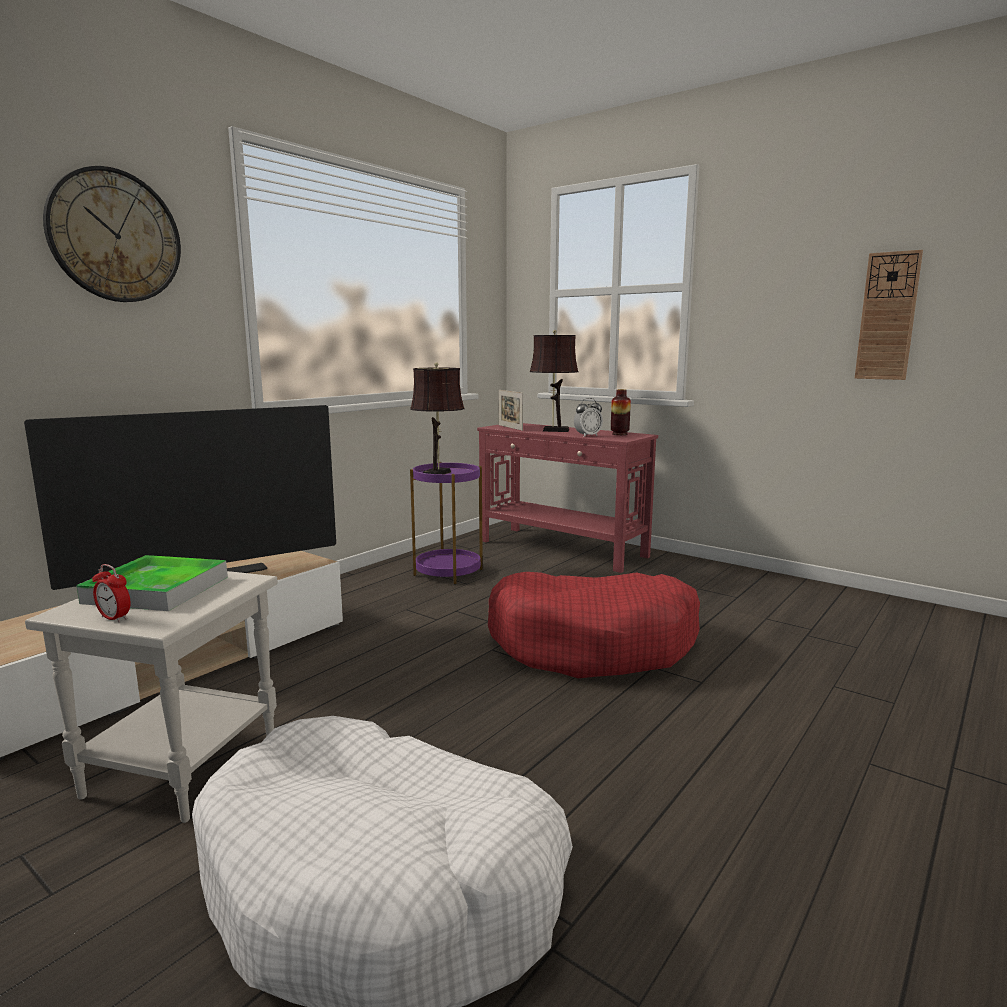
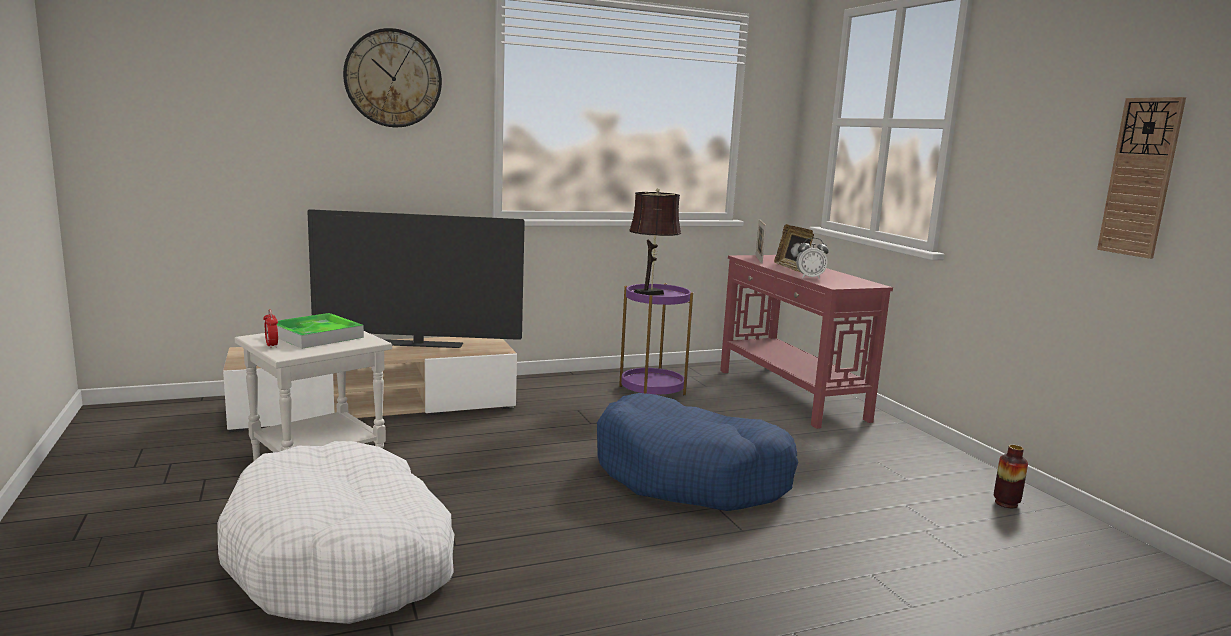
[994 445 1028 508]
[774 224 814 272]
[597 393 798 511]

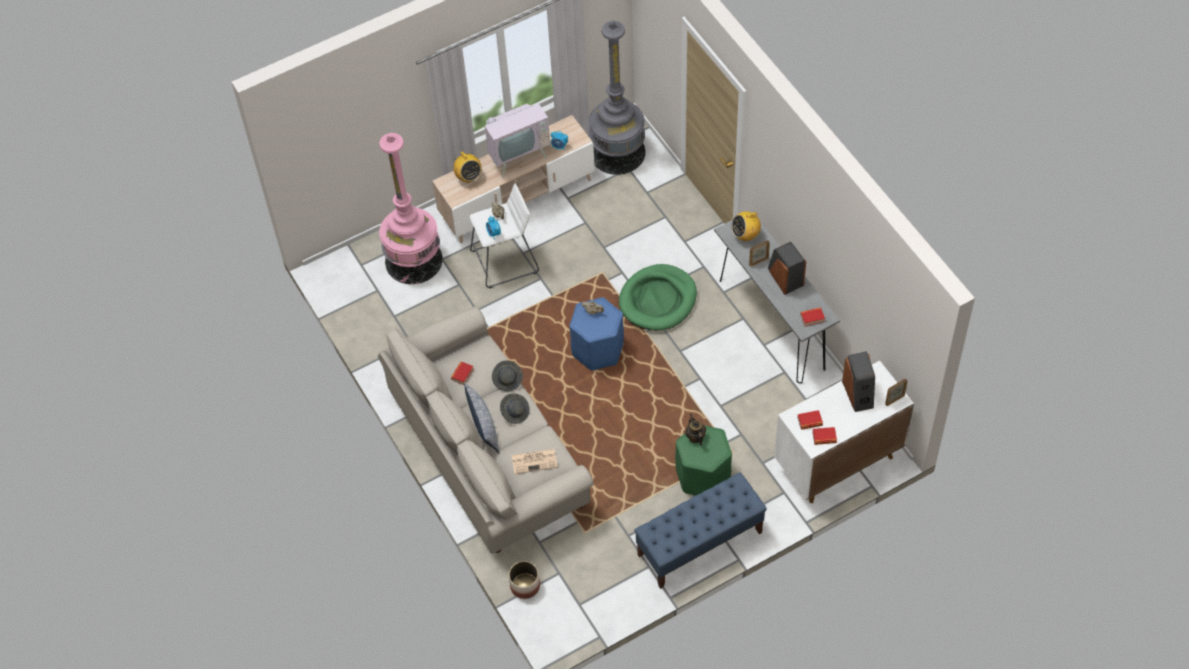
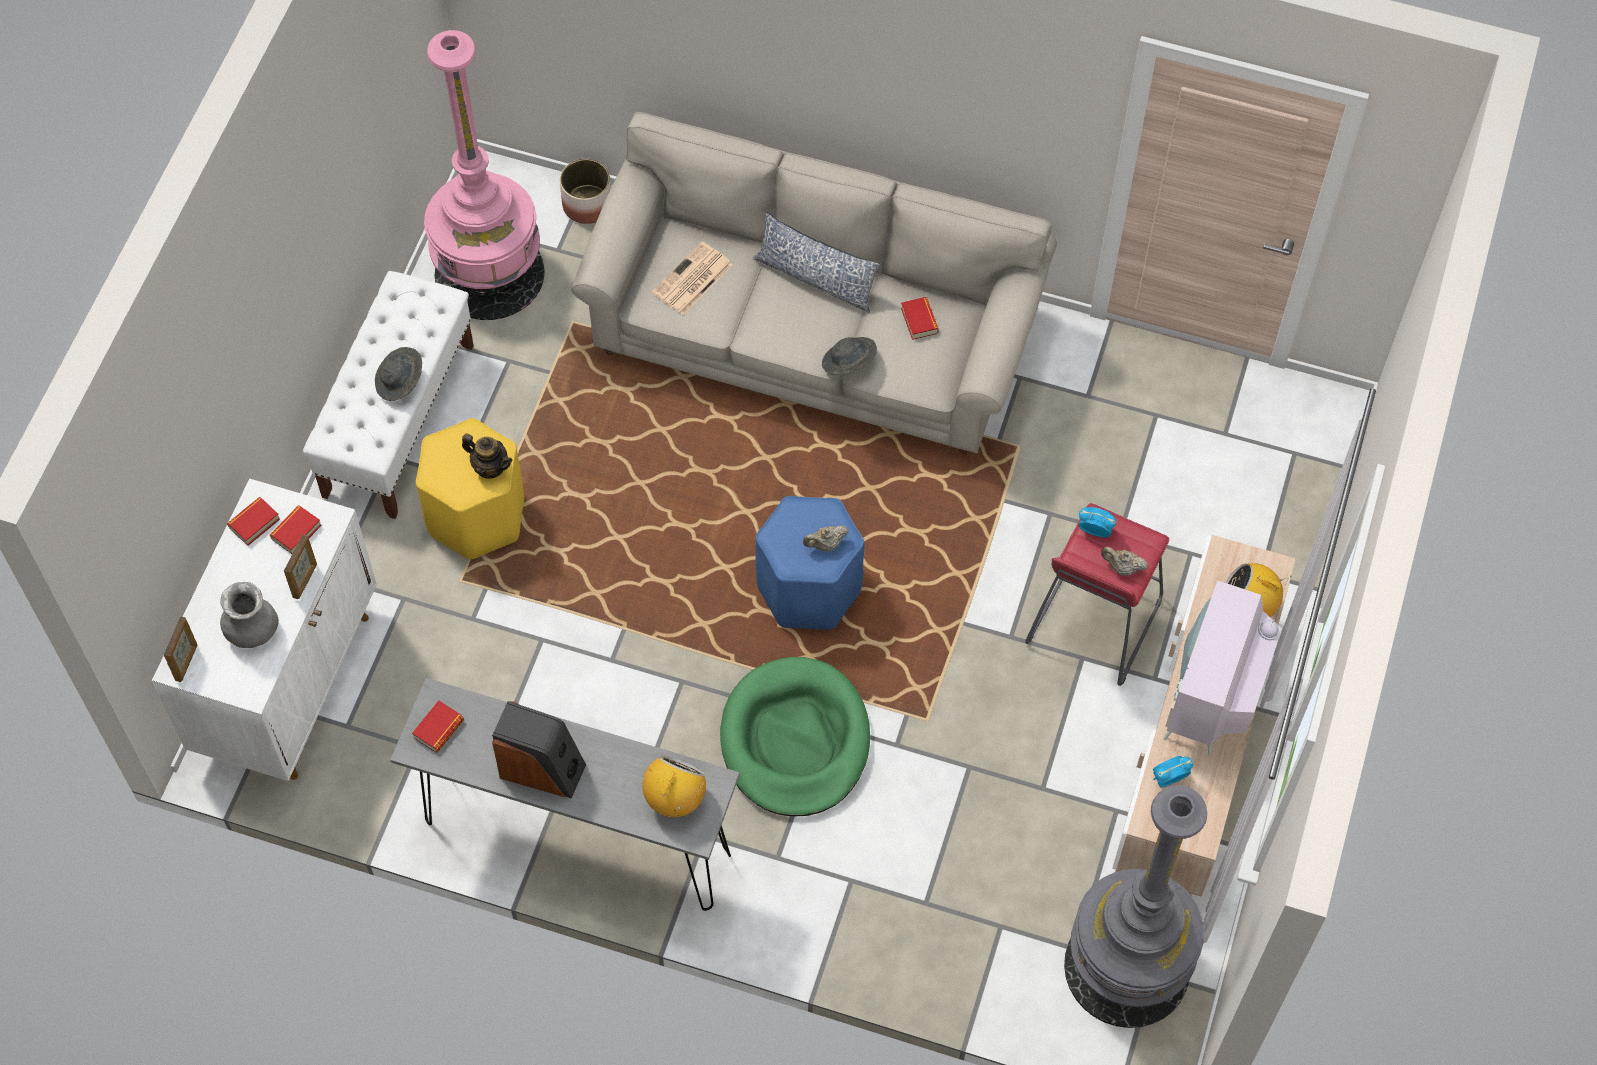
[424 30 545 320]
[375 347 422 401]
[284 534 317 599]
[220 582 279 648]
[1025 503 1169 686]
[303 271 474 519]
[416 418 524 559]

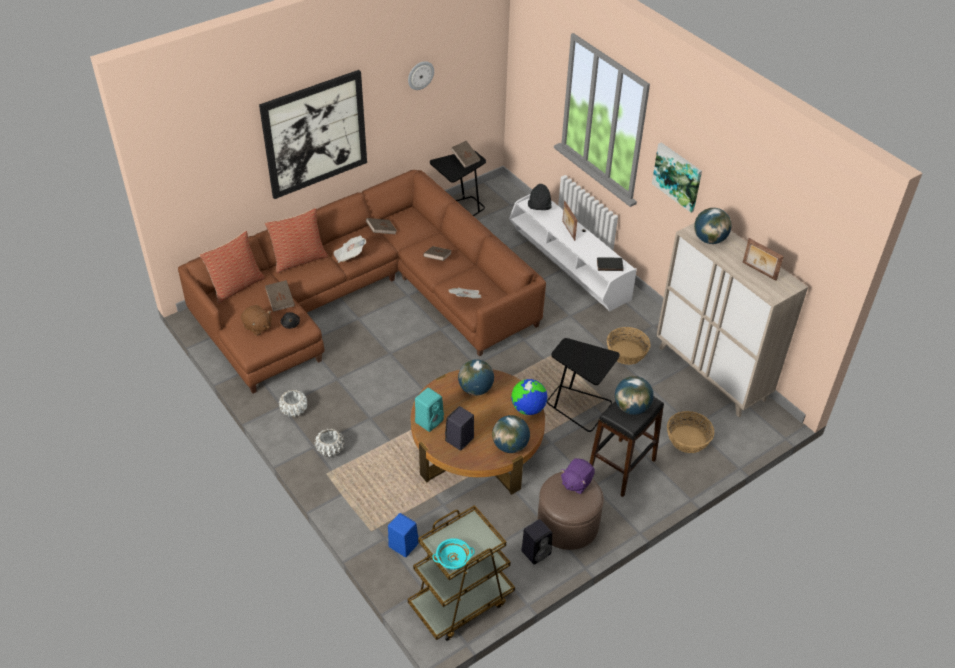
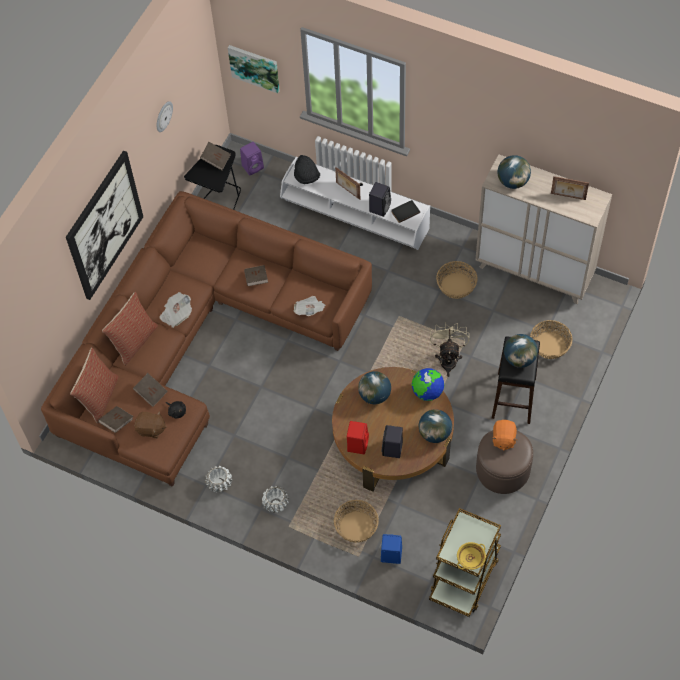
[240 142 264 175]
[334 500 379 543]
[98 406 133 433]
[369 182 391 217]
[228 45 280 93]
[430 323 469 377]
[347 421 369 454]
[457 542 486 570]
[492 420 517 451]

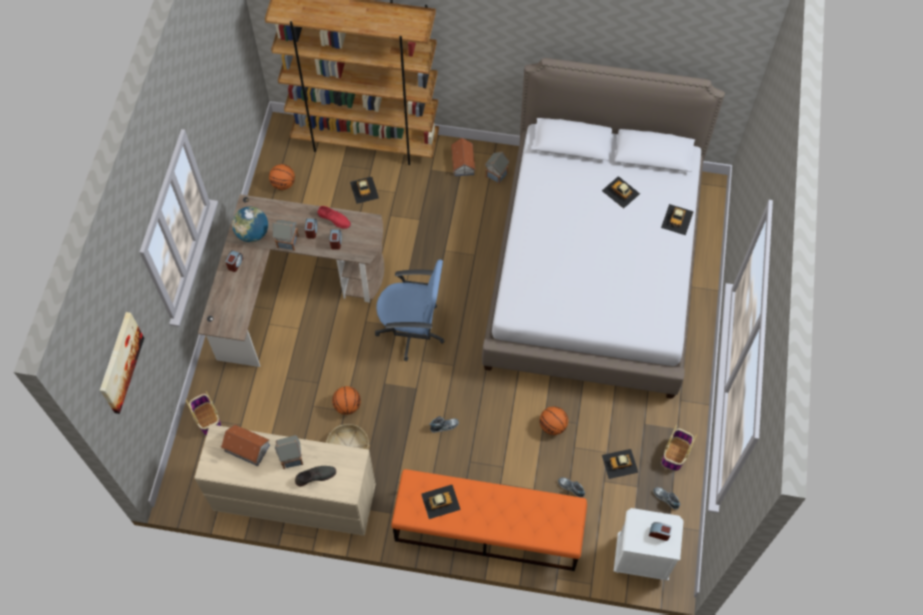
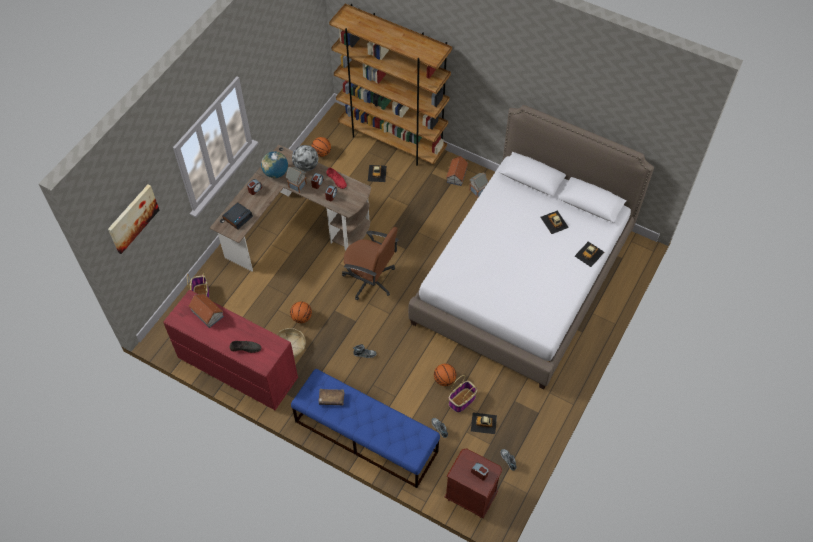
[275 435 303 469] (first image)
[222 202 253 230]
[292 145 318 172]
[449 375 477 413]
[318 389 345 405]
[163 290 298 410]
[342 227 399 300]
[291 369 440 488]
[445 448 502 518]

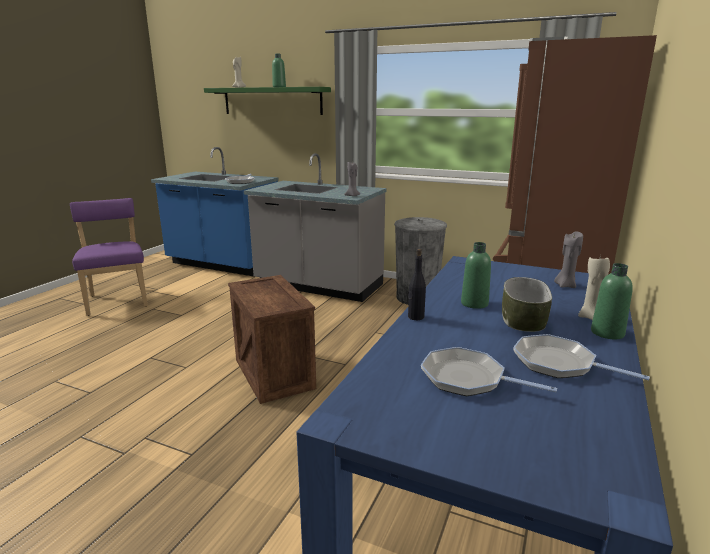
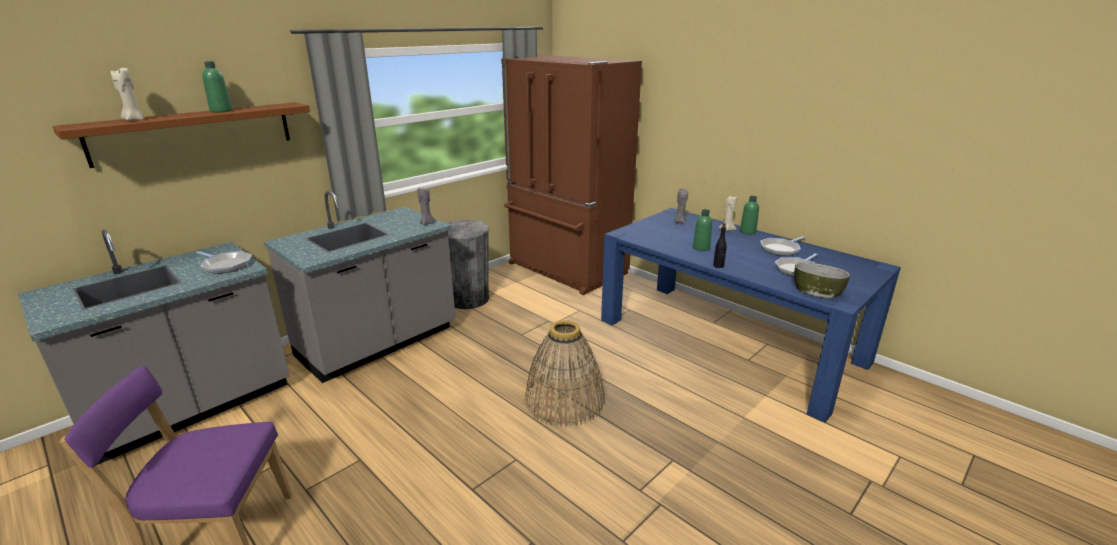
[794 262 850 298]
[525 320 605 427]
[18 230 290 465]
[52 102 310 168]

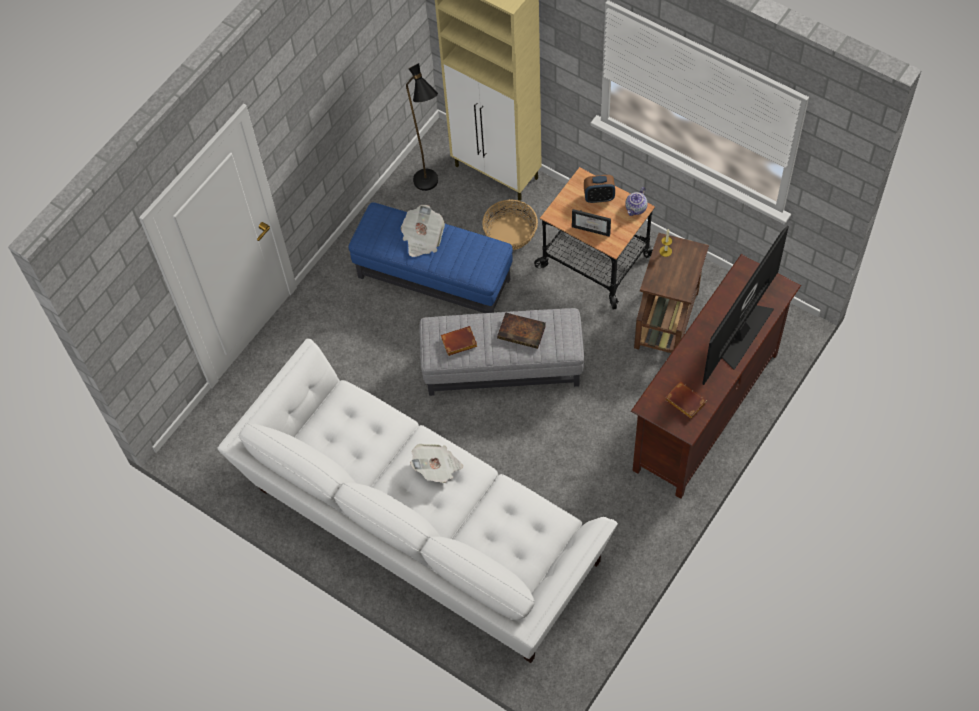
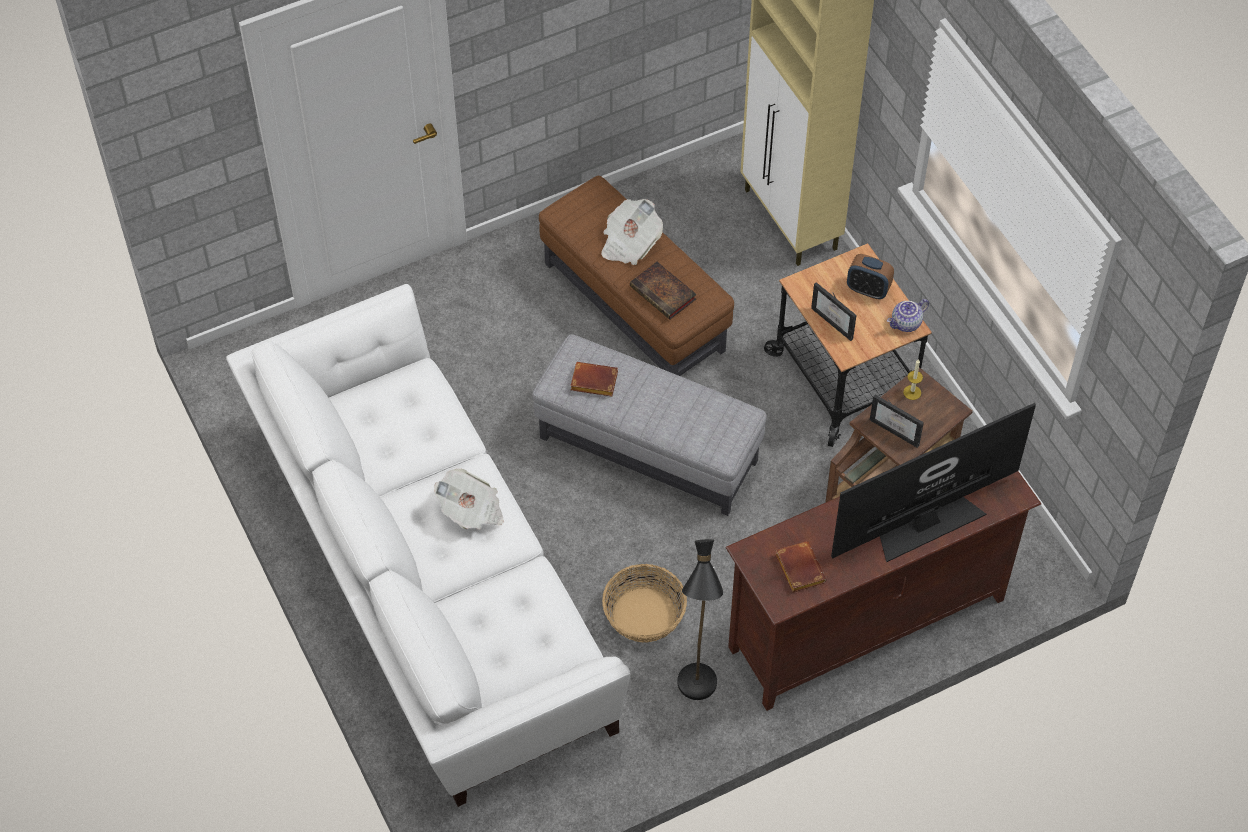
[870 395 924 448]
[677 539 723 700]
[602 564 687 643]
[630 262 697 320]
[539 176 734 376]

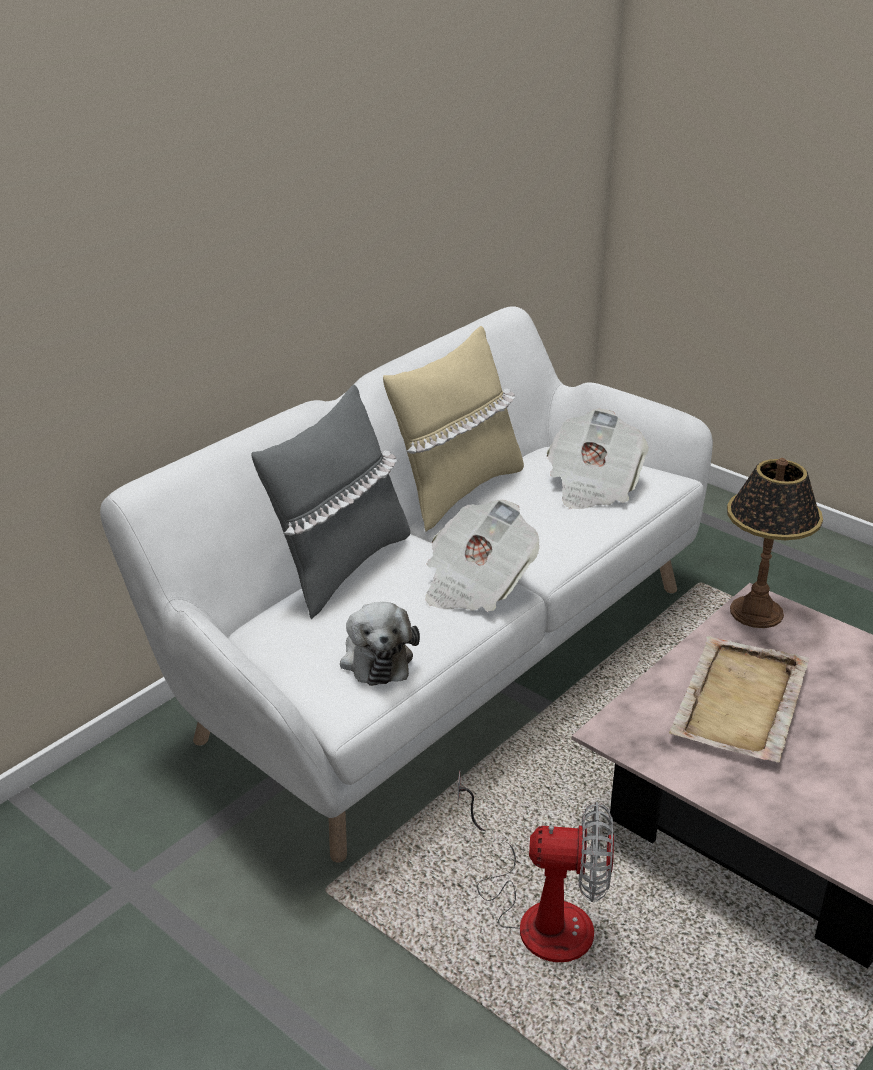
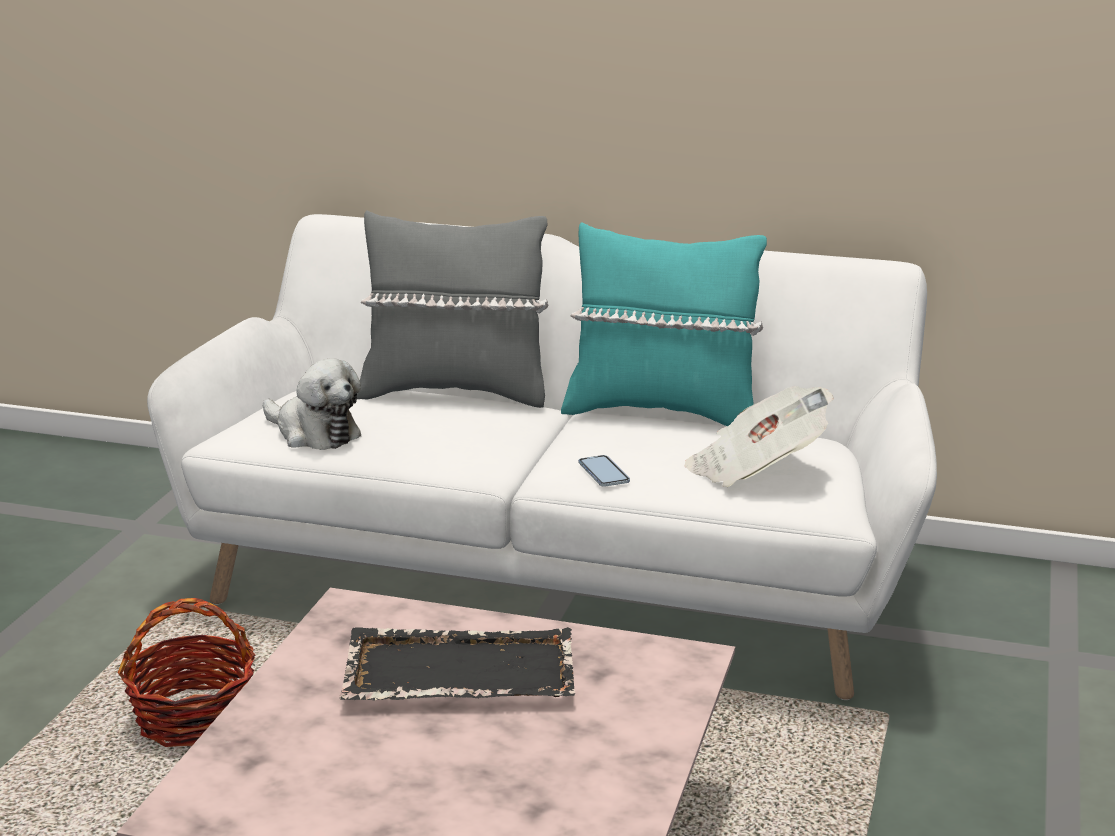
[425 500 540 612] (first image)
[727 458 823 628] (first image)
[578 455 630 487]
[118 598 255 747]
[561 222 767 426]
[340 627 575 700]
[263 358 361 450]

